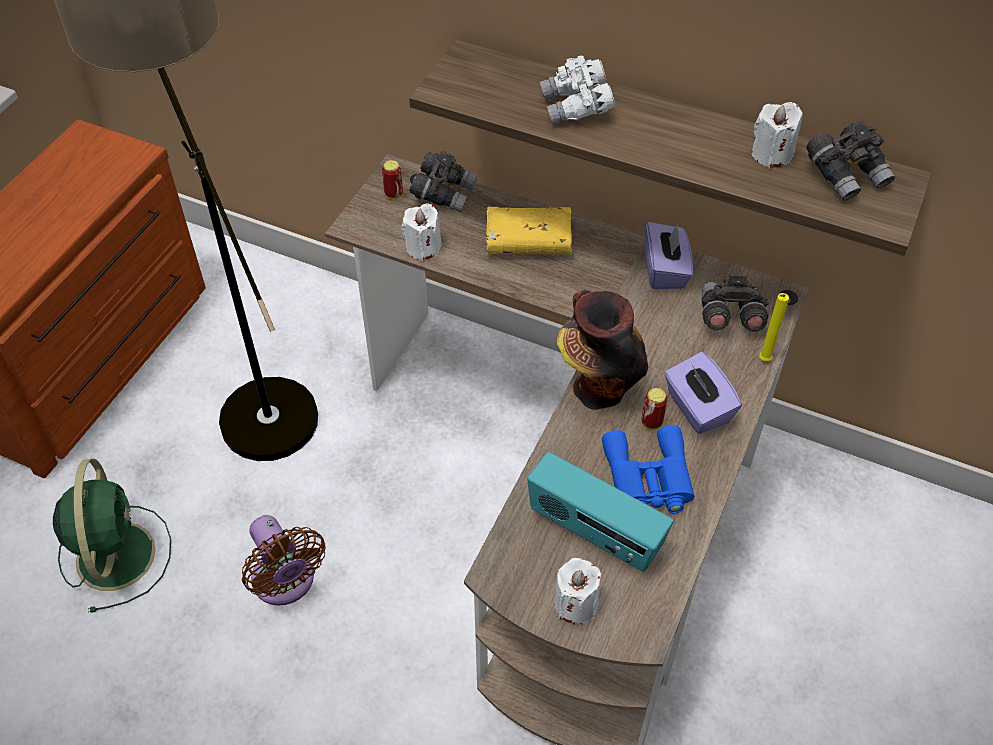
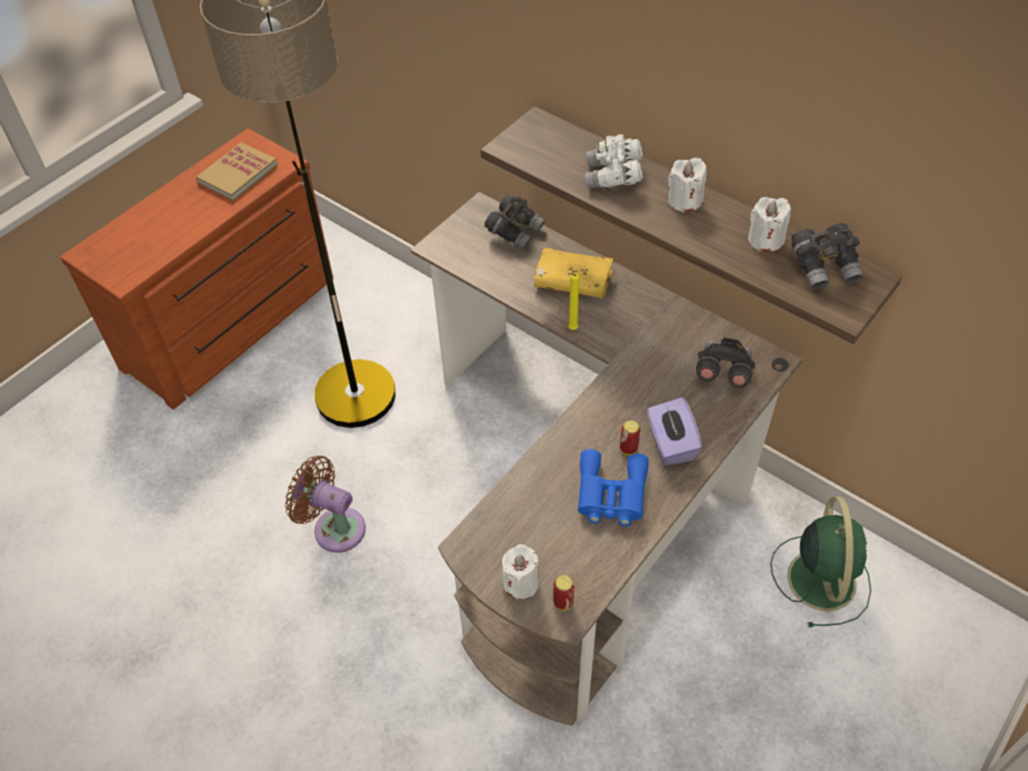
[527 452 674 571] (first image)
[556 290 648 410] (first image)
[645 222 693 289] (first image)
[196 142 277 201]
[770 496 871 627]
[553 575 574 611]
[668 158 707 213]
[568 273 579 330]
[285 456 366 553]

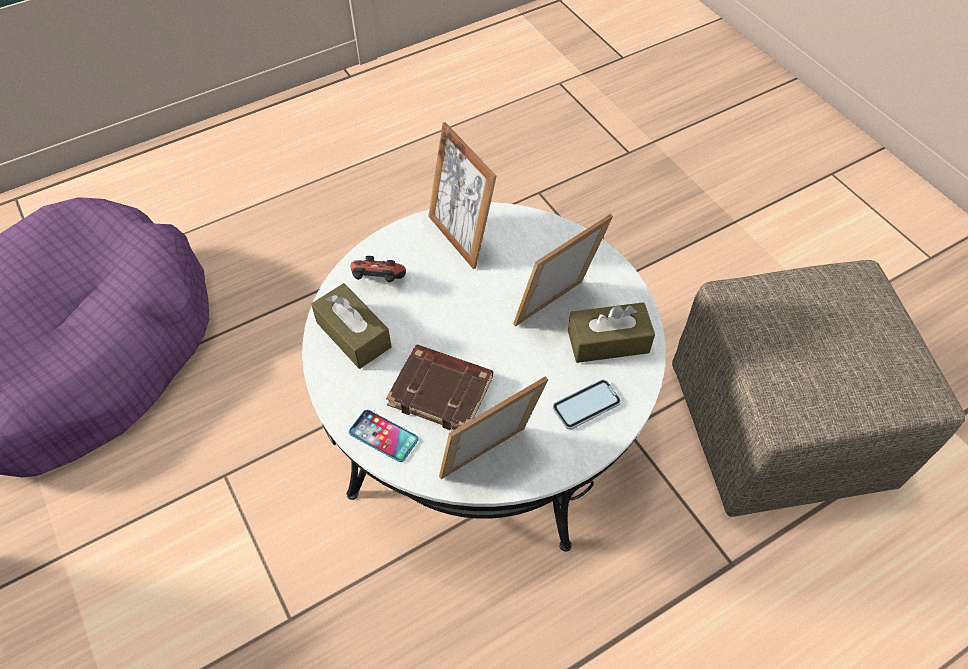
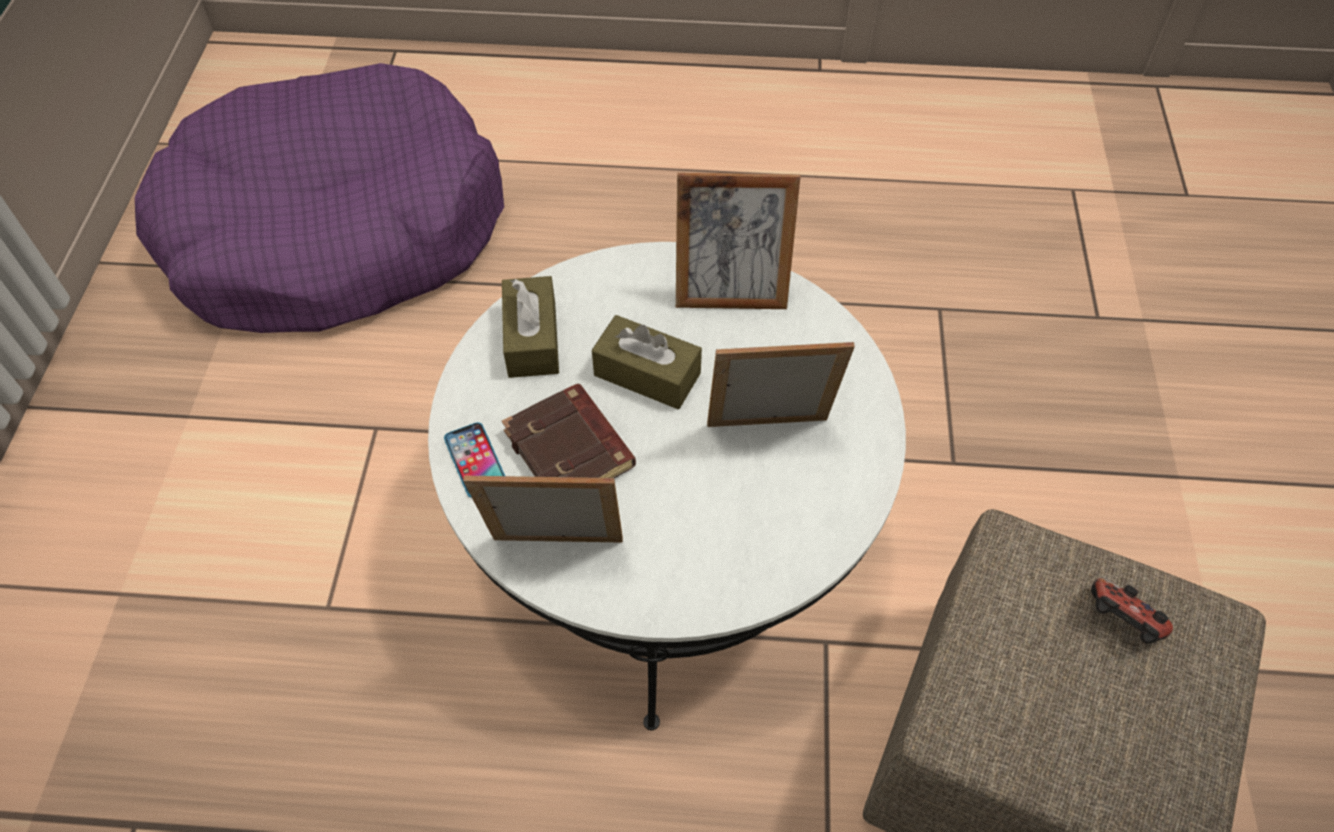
[553 379 621 430] (first image)
[1091 578 1173 643]
[592 315 702 409]
[676 173 800 309]

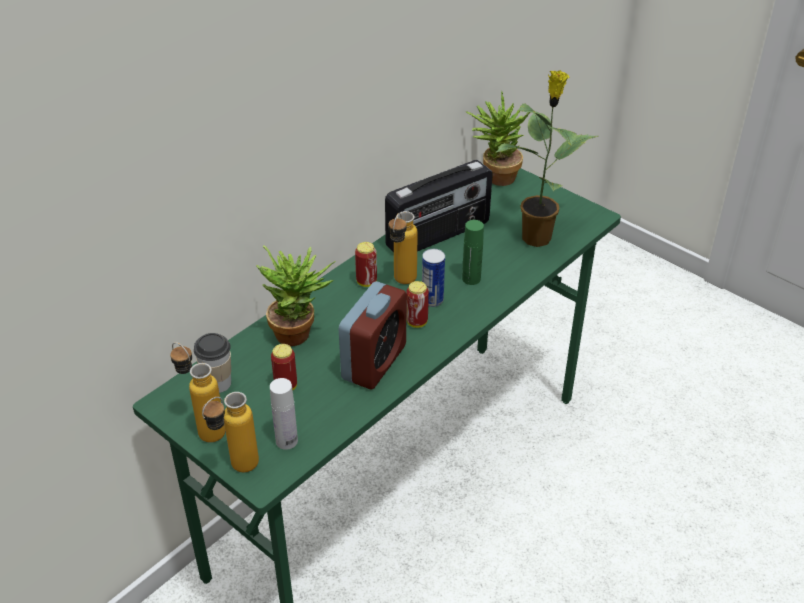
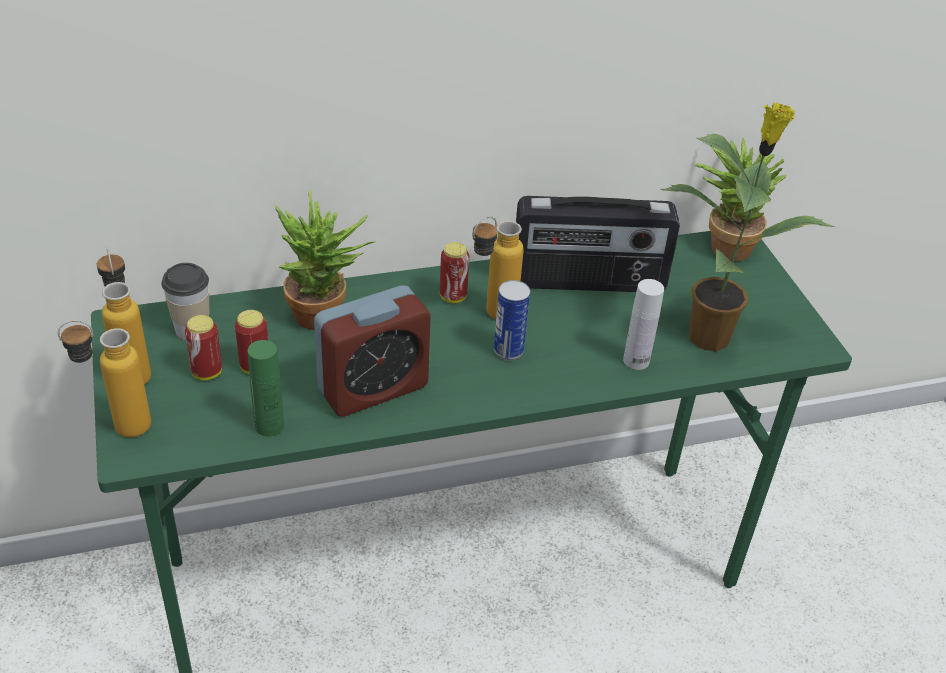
[623 279 664 370]
[185 315 222 380]
[248 340 284 437]

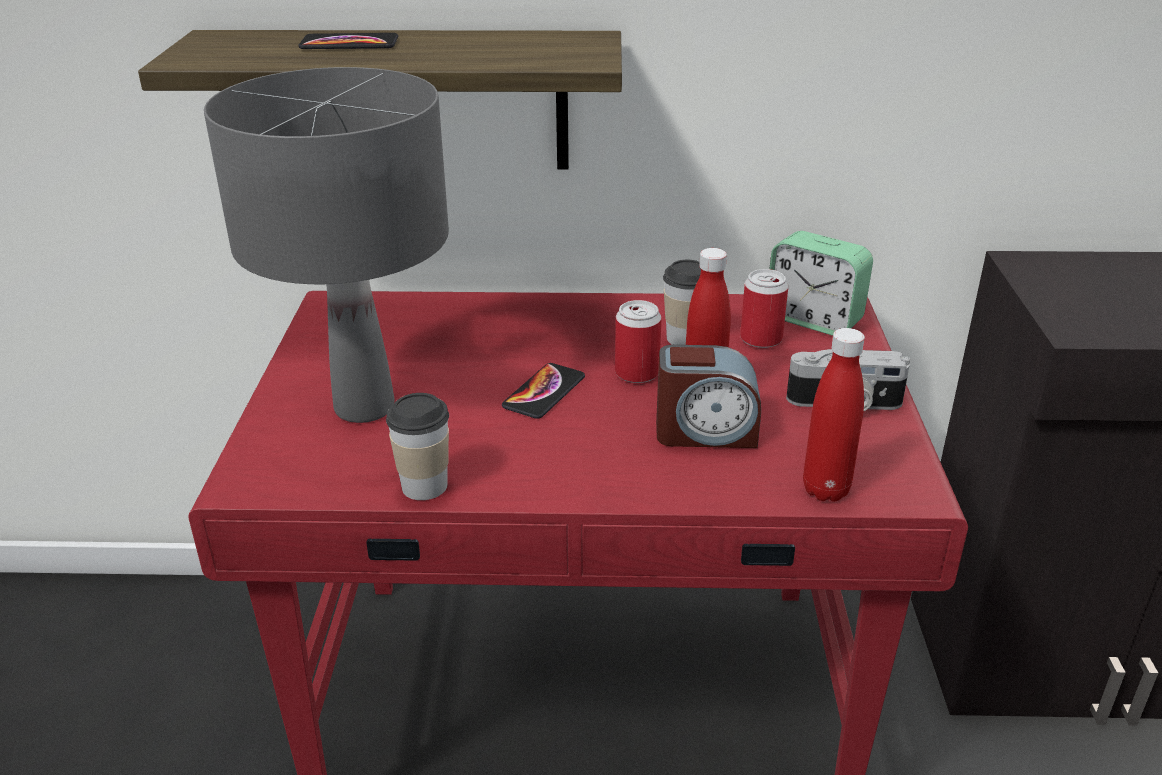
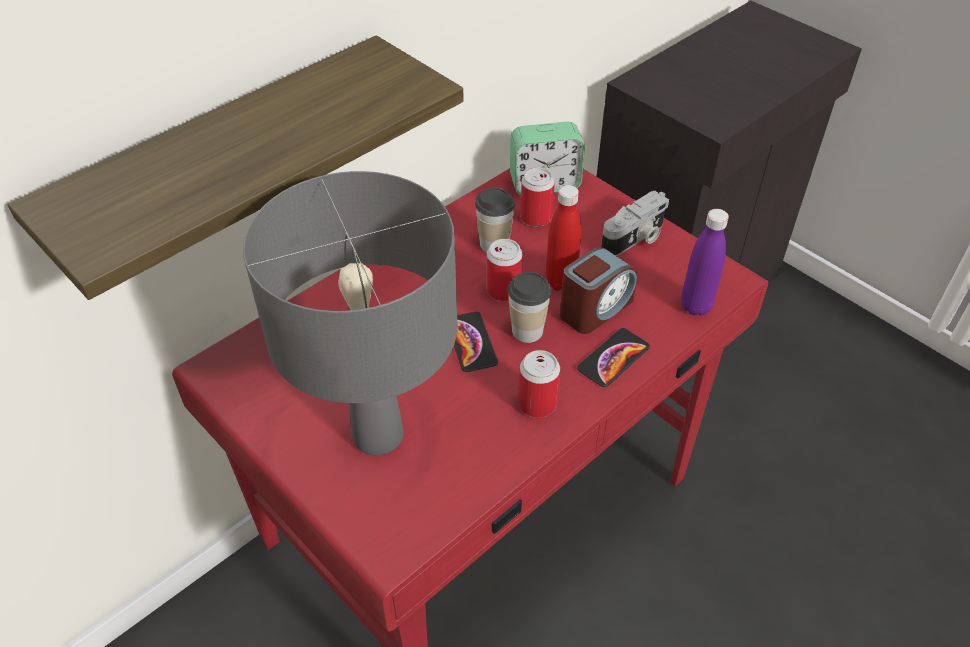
[518 350 560 418]
[577 328 650 387]
[508 272 551 343]
[681 209 729 316]

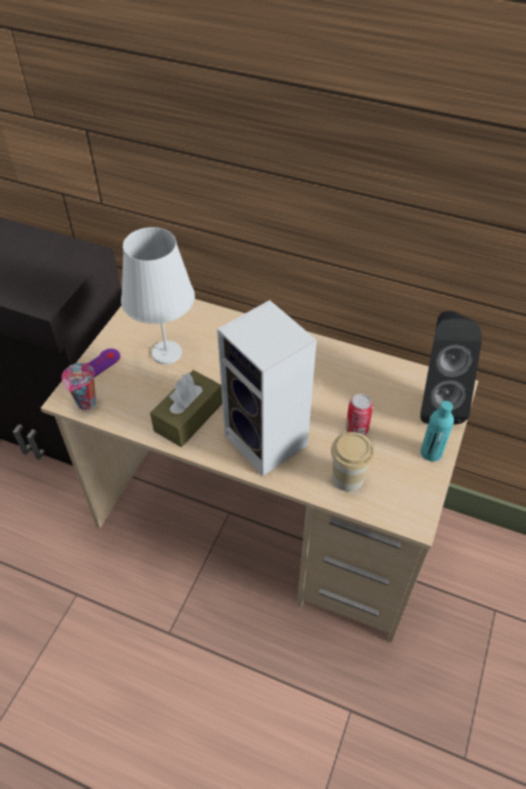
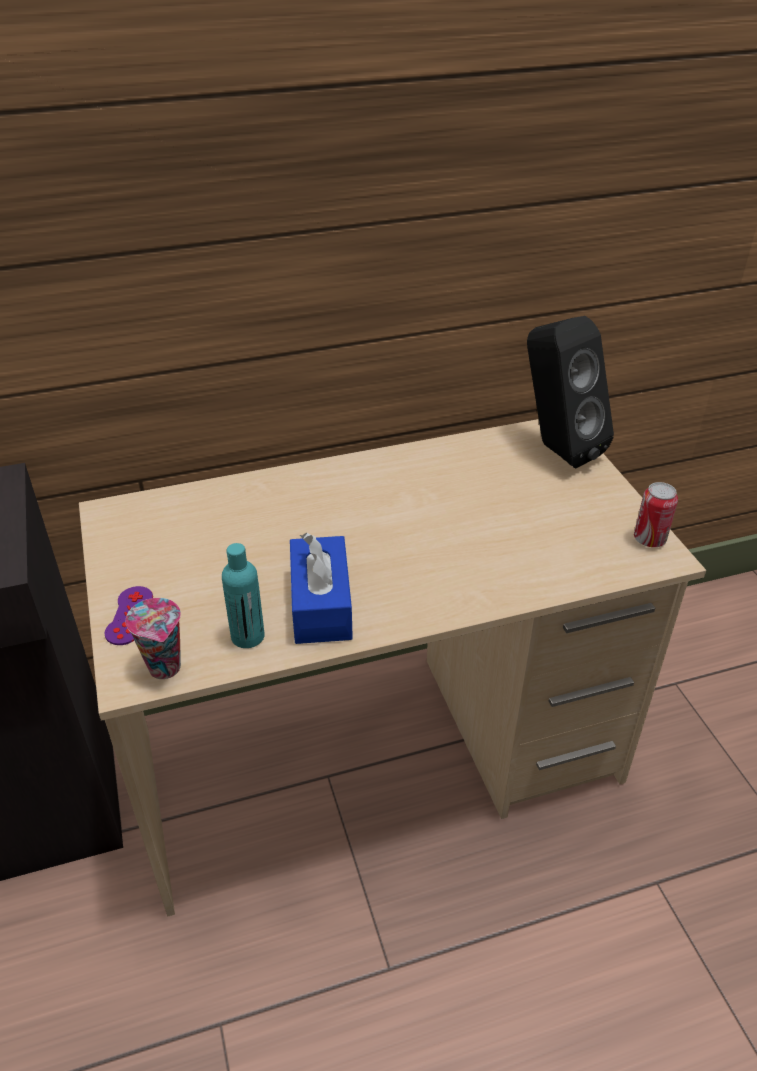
[121 227 195 364] (first image)
[217 300 317 476] (first image)
[331 432 374 492] (first image)
[634 482 678 547]
[222 543 265 648]
[290 533 353 644]

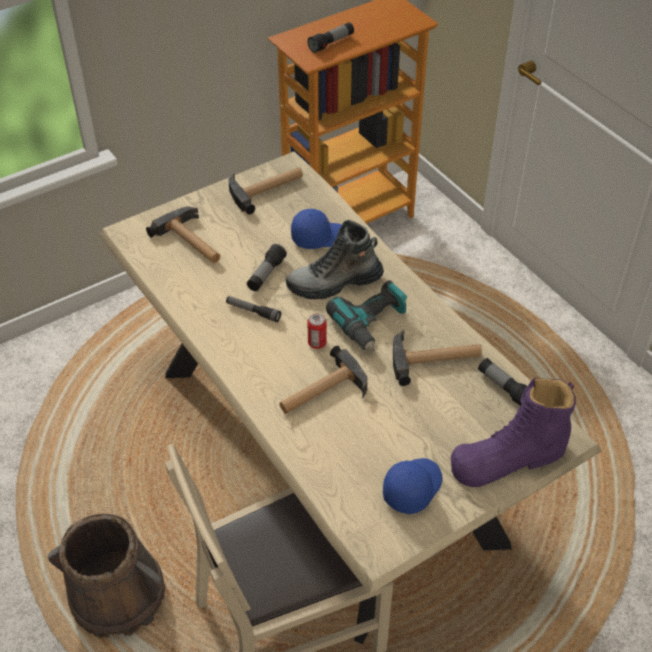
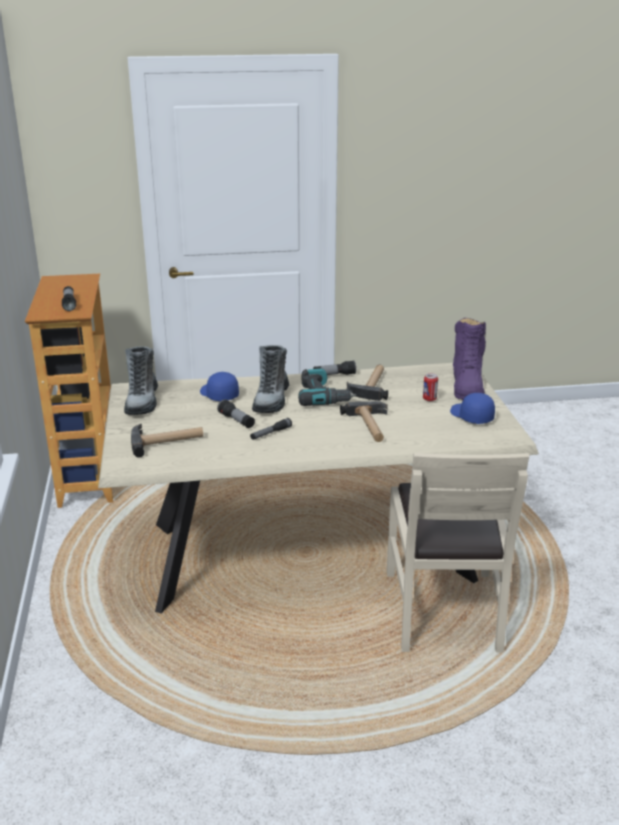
[48 514 165 639] (first image)
[423 373 438 401]
[313 360 356 375]
[124 346 158 415]
[200 372 239 401]

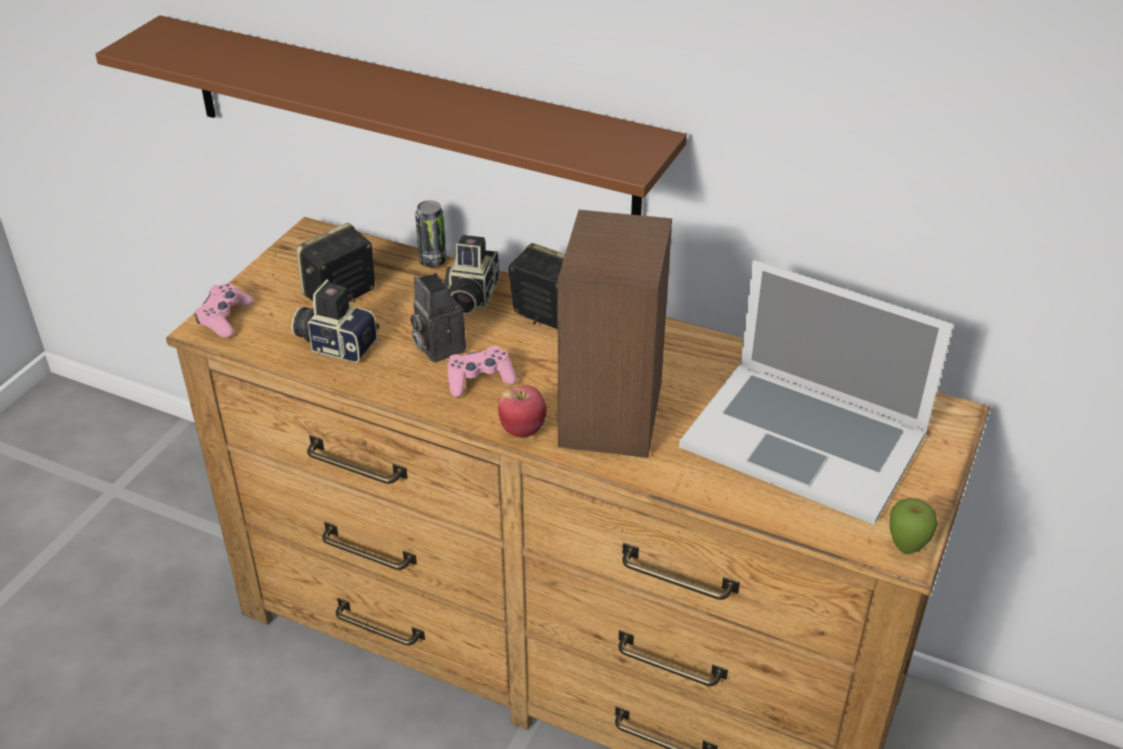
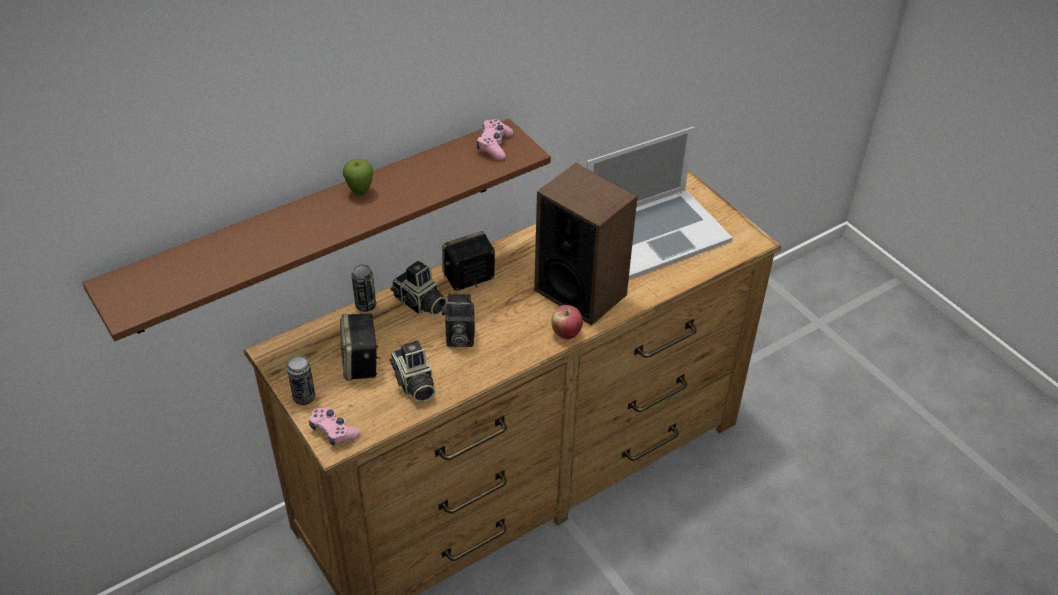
[287 355 315 405]
[477 119 514 160]
[343 159 373 195]
[389 340 435 402]

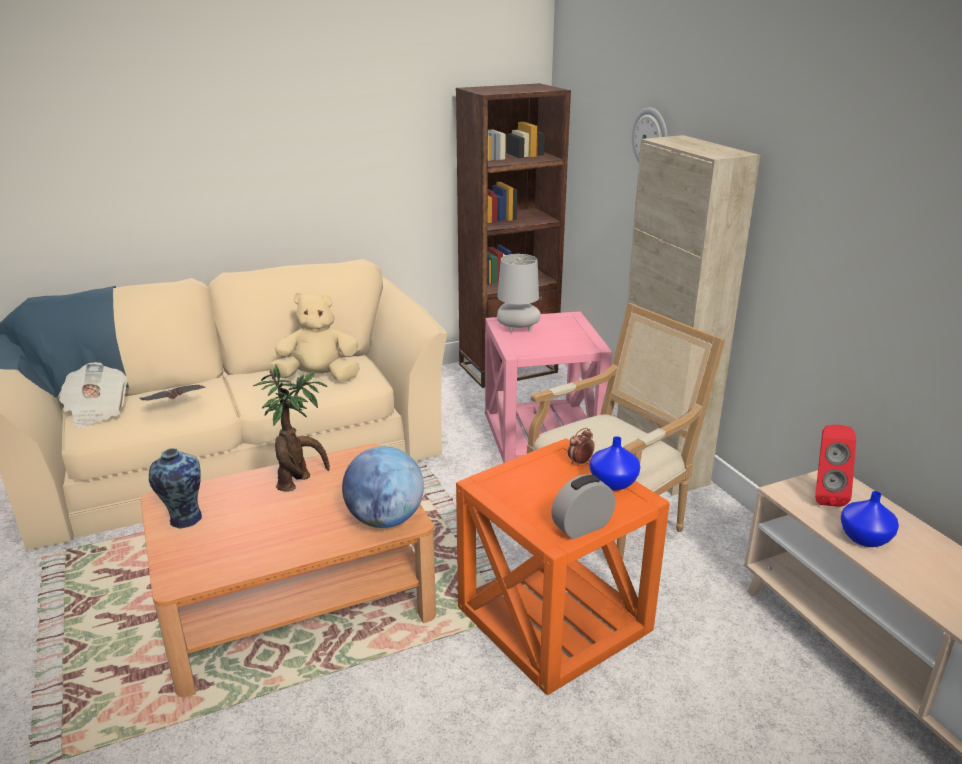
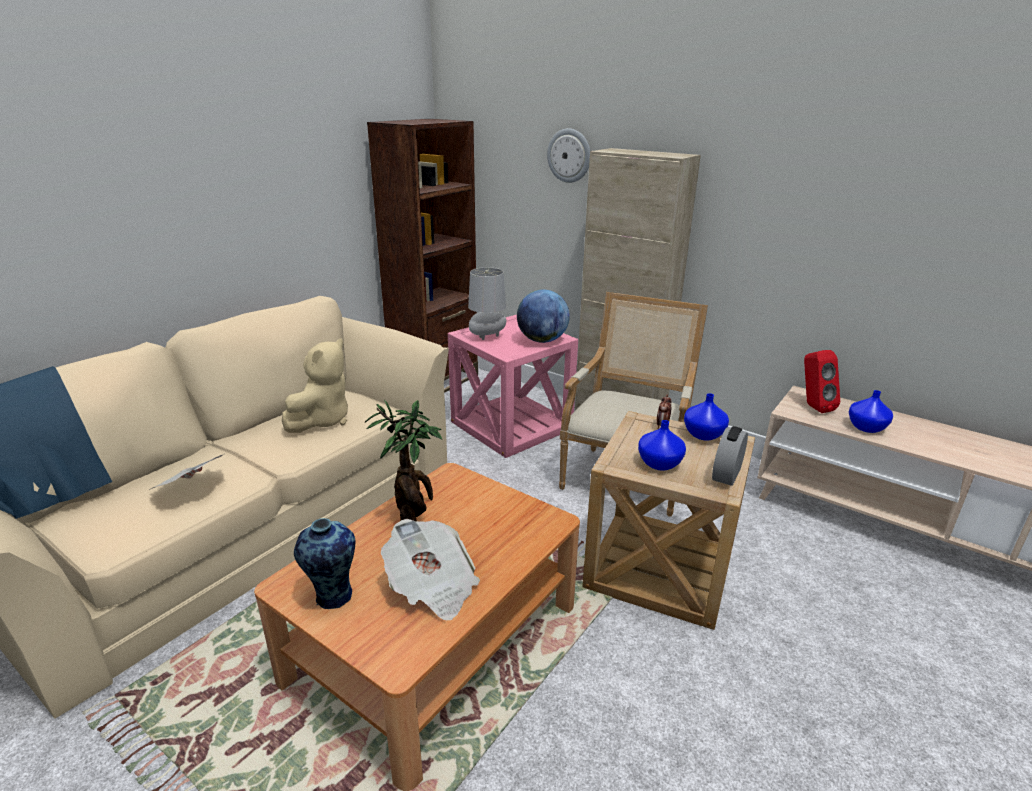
[638 420 686 471]
[381 519 480 621]
[517 290 570 343]
[582 411 755 630]
[282 339 348 433]

